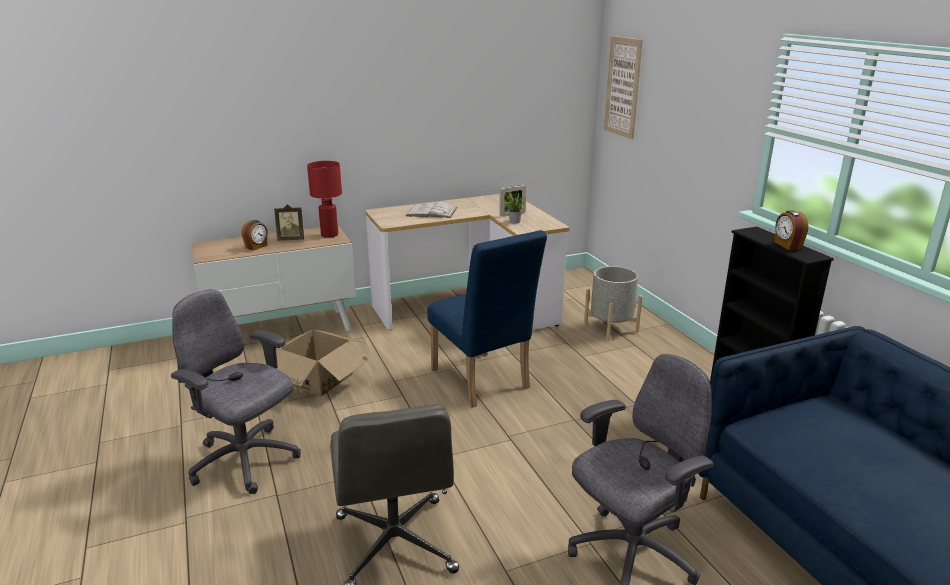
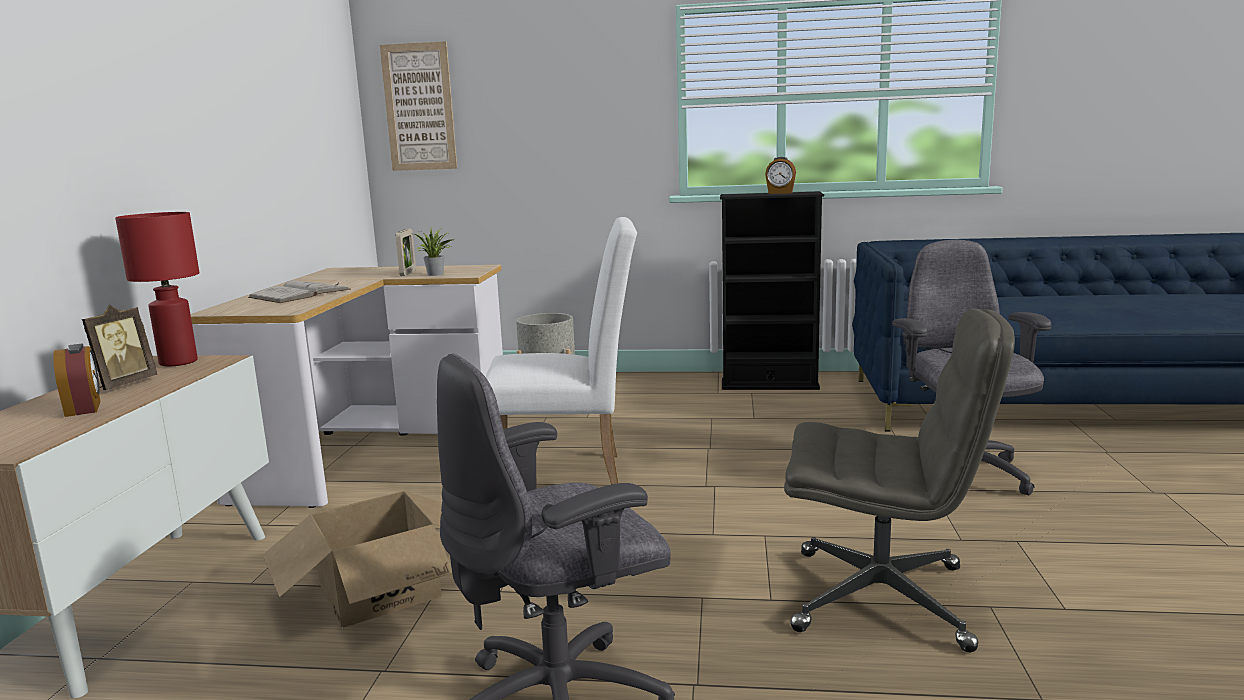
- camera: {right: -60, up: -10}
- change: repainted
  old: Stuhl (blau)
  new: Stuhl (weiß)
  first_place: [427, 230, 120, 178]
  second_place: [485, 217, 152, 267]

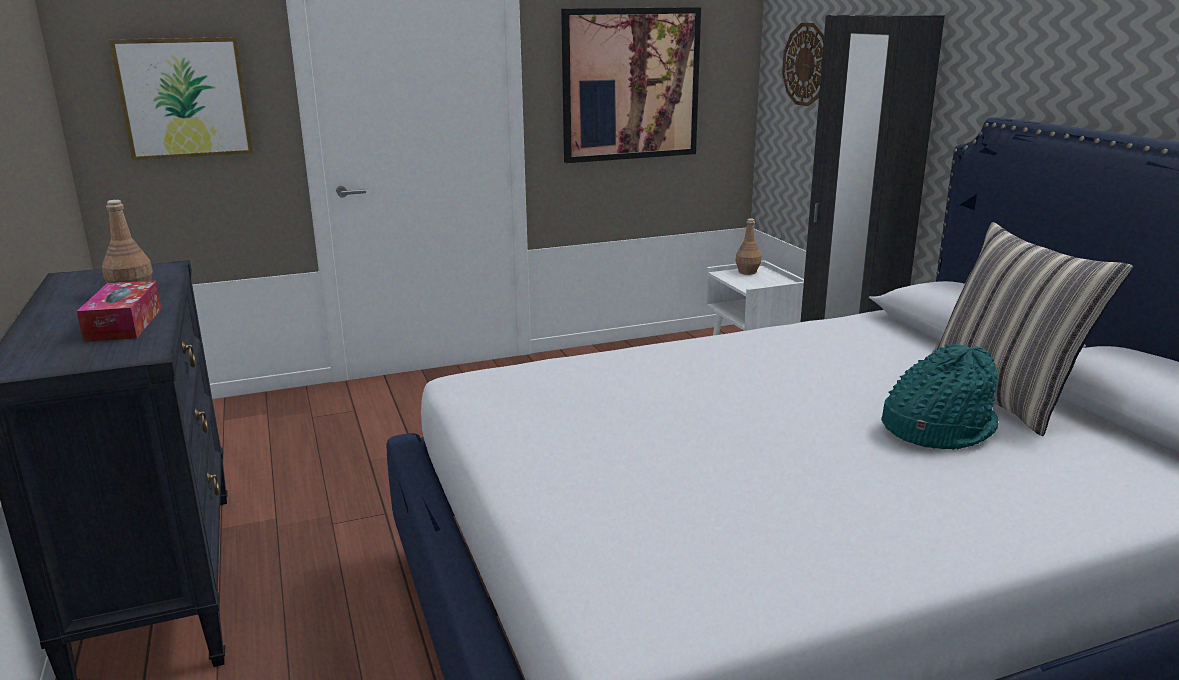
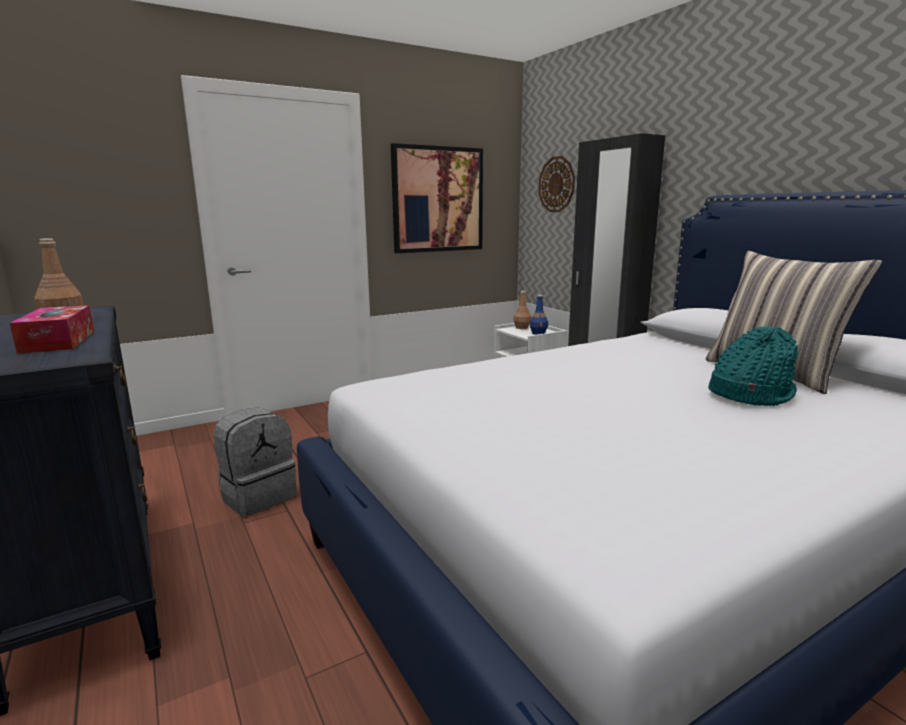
- camera: {right: -10, up: -5}
- change: gone
  old: Bild
  first_place: [109, 37, 144, 123]
- change: new
  new: Rucksack (grau)
  second_place: [213, 407, 84, 110]
- change: new
  new: Flasche (blau)
  second_place: [530, 295, 18, 40]

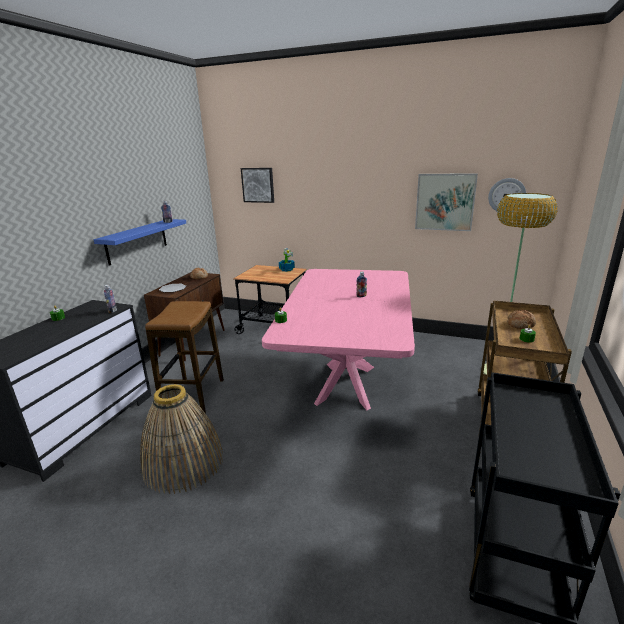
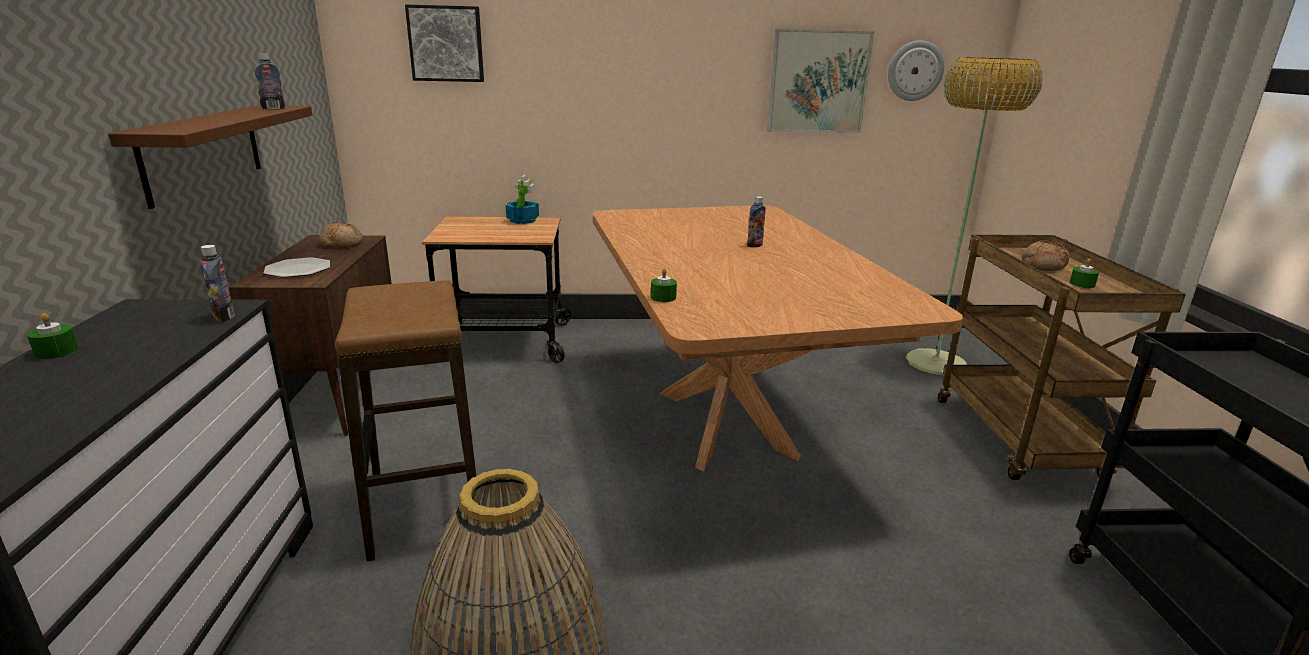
- camera: {right: -25, up: 0}
- change: repainted
  old: Wandregal (blau)
  new: Wandregal (braun)
  first_place: [93, 219, 93, 47]
  second_place: [108, 105, 204, 104]
- change: repainted
  old: Esstisch (rosa)
  new: Esstisch (braun)
  first_place: [262, 269, 153, 141]
  second_place: [593, 205, 370, 266]

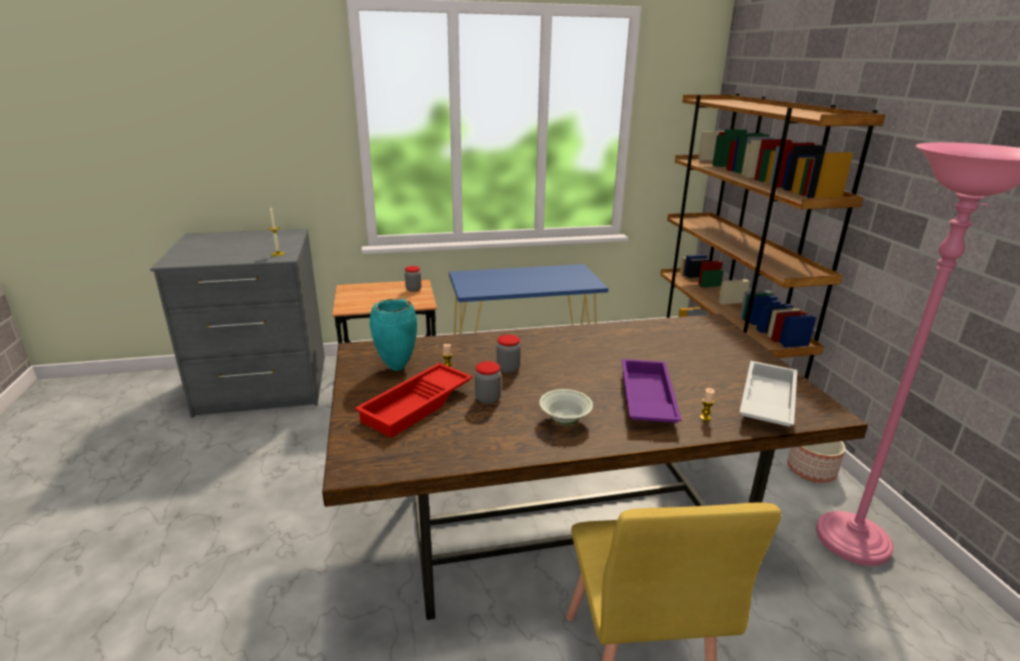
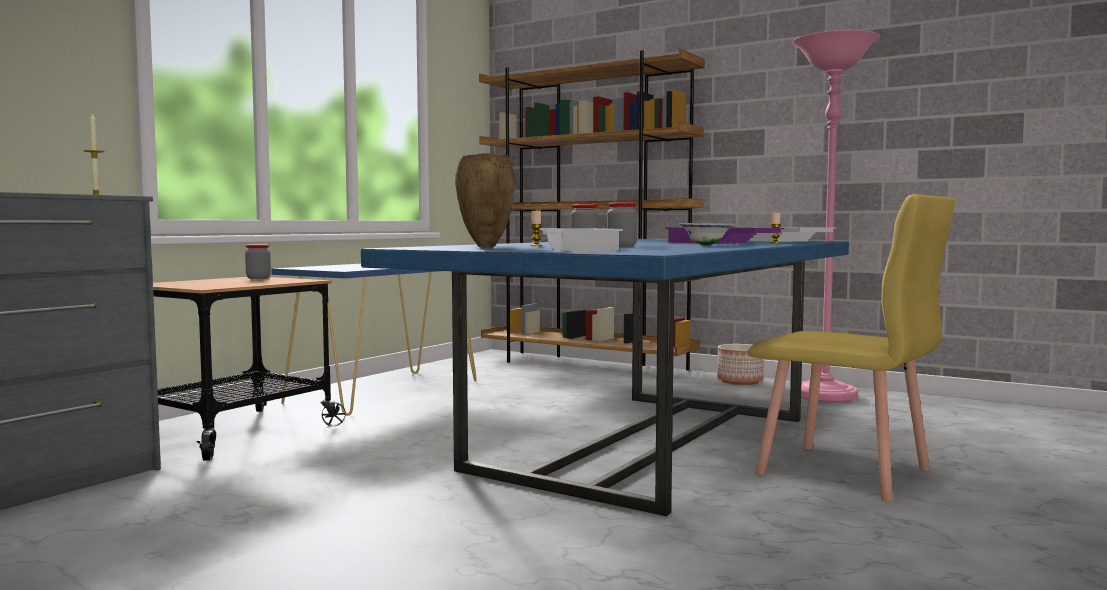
- camera: {right: -45, up: -20}
- change: repainted
  old: Esstisch (braun)
  new: Esstisch (blau)
  first_place: [322, 314, 546, 306]
  second_place: [361, 239, 488, 277]
- change: repainted
  old: Tablett (rot)
  new: Tablett (weiß)
  first_place: [355, 363, 118, 75]
  second_place: [540, 228, 83, 23]
- change: repainted
  old: Vase (türkis)
  new: Vase (braun)
  first_place: [370, 299, 47, 72]
  second_place: [455, 153, 60, 94]

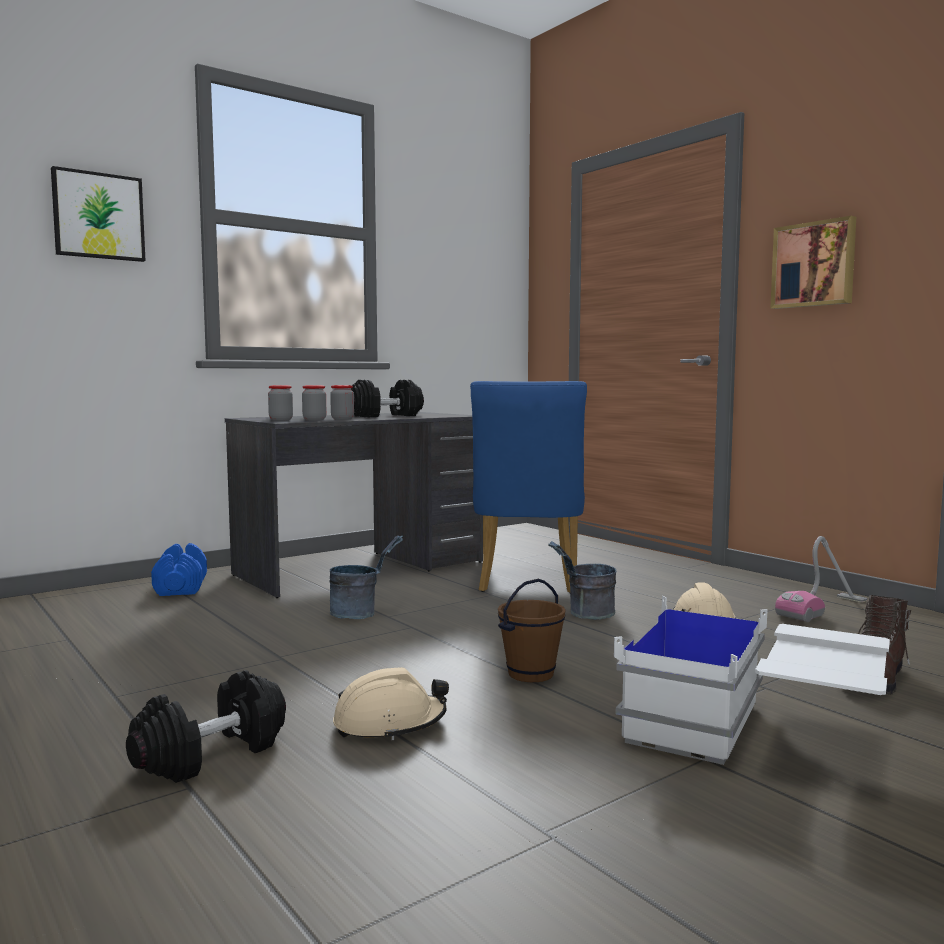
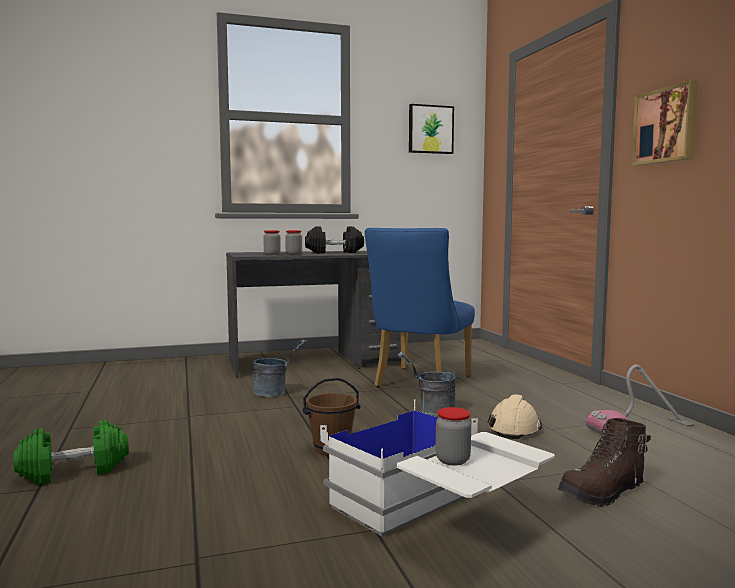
- camera: {right: 20, up: 0}
- change: shifted
  old: Bild
  first_place: [51, 166, 95, 96]
  second_place: [409, 104, 45, 50]
- change: repainted
  old: Hantel (schwarz)
  new: Hantel (grün)
  first_place: [126, 670, 160, 113]
  second_place: [13, 420, 116, 65]
- change: gone
  old: Hantel (blau)
  first_place: [151, 543, 56, 53]
- change: shifted
  old: Vorratsglas
  first_place: [268, 385, 25, 36]
  second_place: [436, 407, 35, 58]
- change: gone
  old: Schutzhelm (beige)
  first_place: [333, 667, 116, 73]

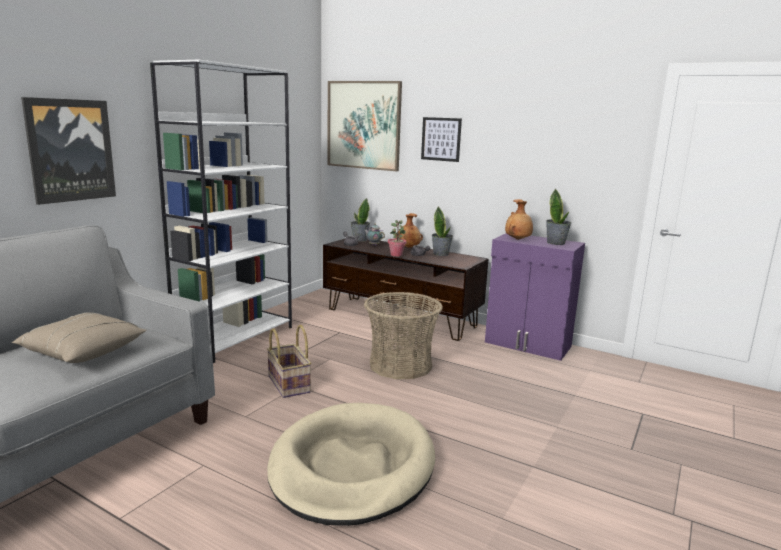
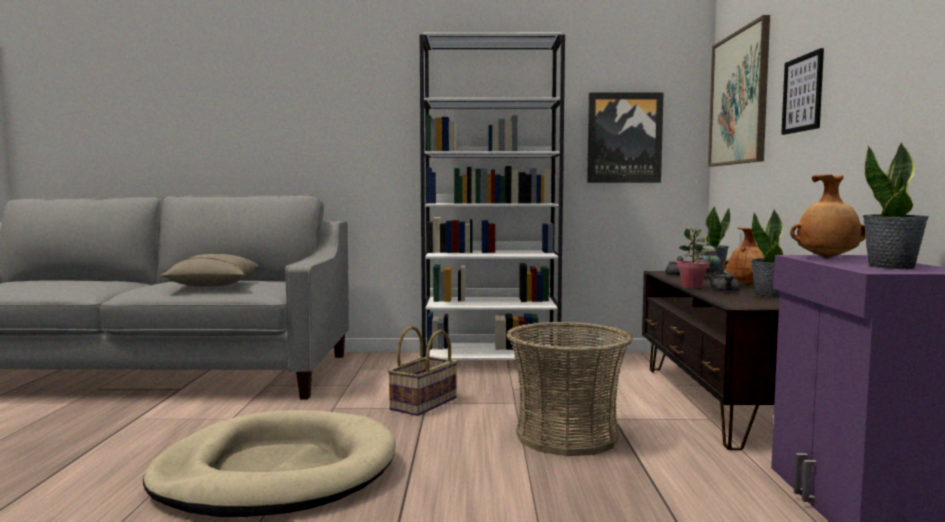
- camera: {right: 60, up: -10}
- change: shifted
  old: Bild
  first_place: [21, 97, 95, 108]
  second_place: [587, 92, 77, 91]

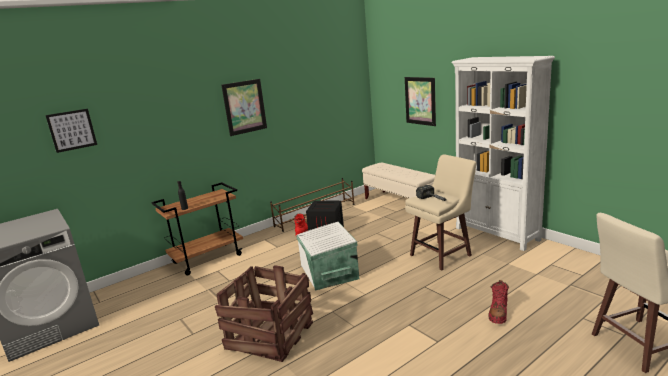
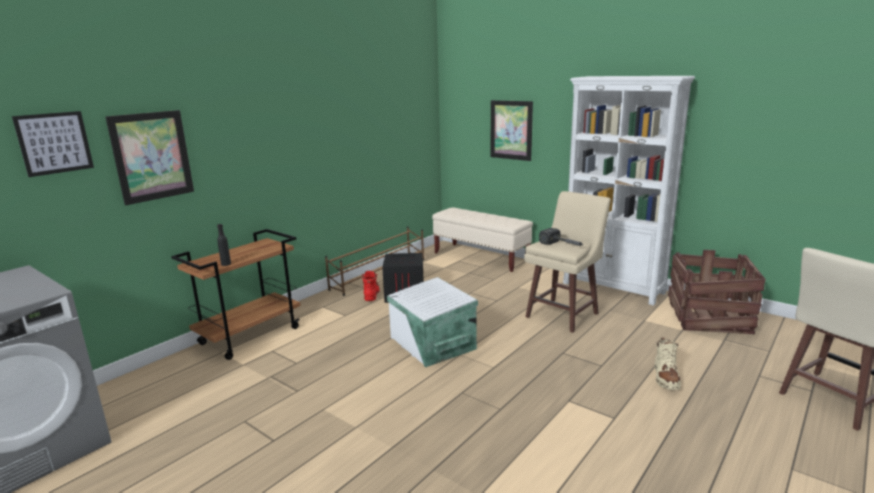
- camera: {right: -15, up: 0}
- change: shifted
  old: Kiste
  first_place: [215, 265, 98, 97]
  second_place: [668, 250, 98, 84]
- change: shifted
  old: Bild
  first_place: [221, 79, 46, 57]
  second_place: [106, 110, 88, 95]
- change: repainted
  old: Stiefel (rot)
  new: Stiefel (beige)
  first_place: [488, 280, 21, 44]
  second_place: [654, 338, 27, 52]

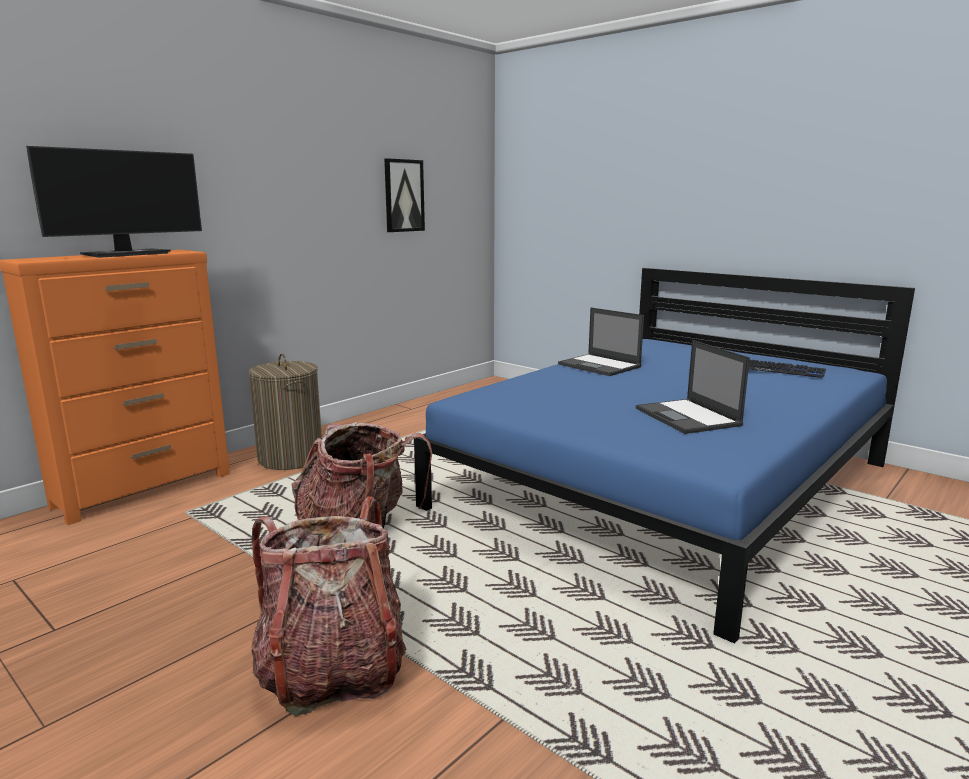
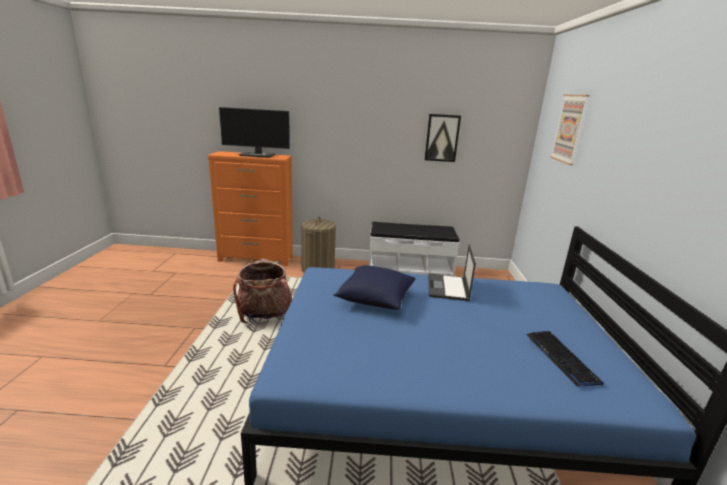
- camera: {right: 50, up: 5}
- change: gone
  old: Rucksack
  first_place: [251, 496, 155, 220]
- change: gone
  old: Laptop
  first_place: [636, 340, 114, 94]
- change: new
  new: Kissen (blau)
  second_place: [333, 265, 82, 45]
- change: new
  new: Bank (weiß)
  second_place: [369, 222, 91, 54]
- change: new
  new: Bild
  second_place: [550, 95, 40, 70]

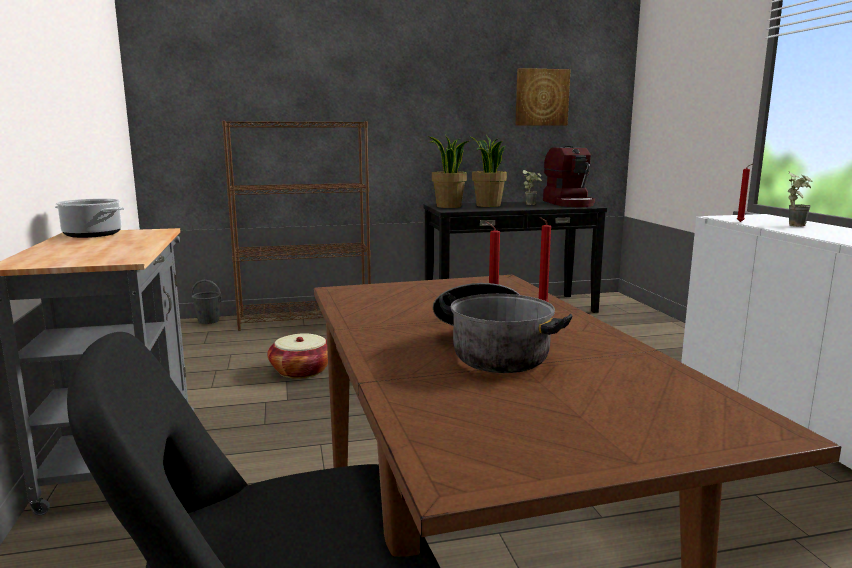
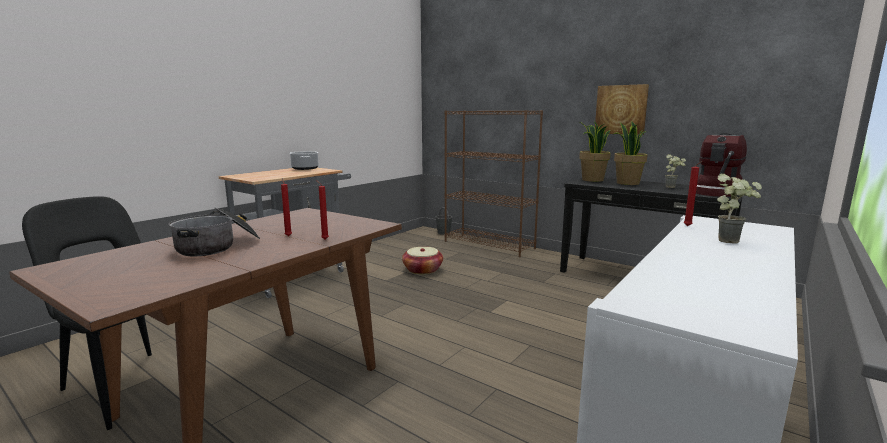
- camera: {right: 50, up: 0}
- change: shifted
  old: Bild
  first_place: [515, 68, 56, 57]
  second_place: [595, 84, 54, 51]

